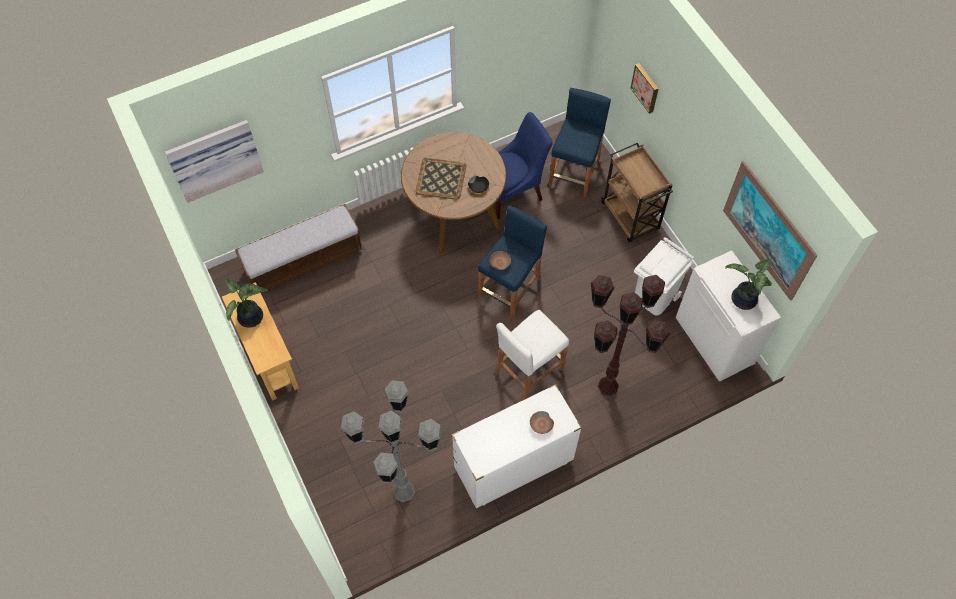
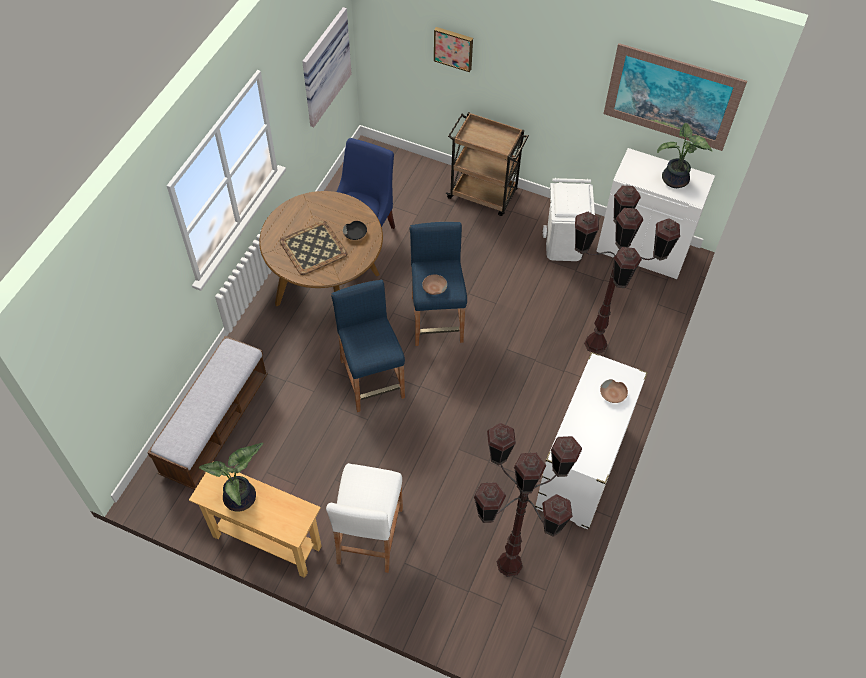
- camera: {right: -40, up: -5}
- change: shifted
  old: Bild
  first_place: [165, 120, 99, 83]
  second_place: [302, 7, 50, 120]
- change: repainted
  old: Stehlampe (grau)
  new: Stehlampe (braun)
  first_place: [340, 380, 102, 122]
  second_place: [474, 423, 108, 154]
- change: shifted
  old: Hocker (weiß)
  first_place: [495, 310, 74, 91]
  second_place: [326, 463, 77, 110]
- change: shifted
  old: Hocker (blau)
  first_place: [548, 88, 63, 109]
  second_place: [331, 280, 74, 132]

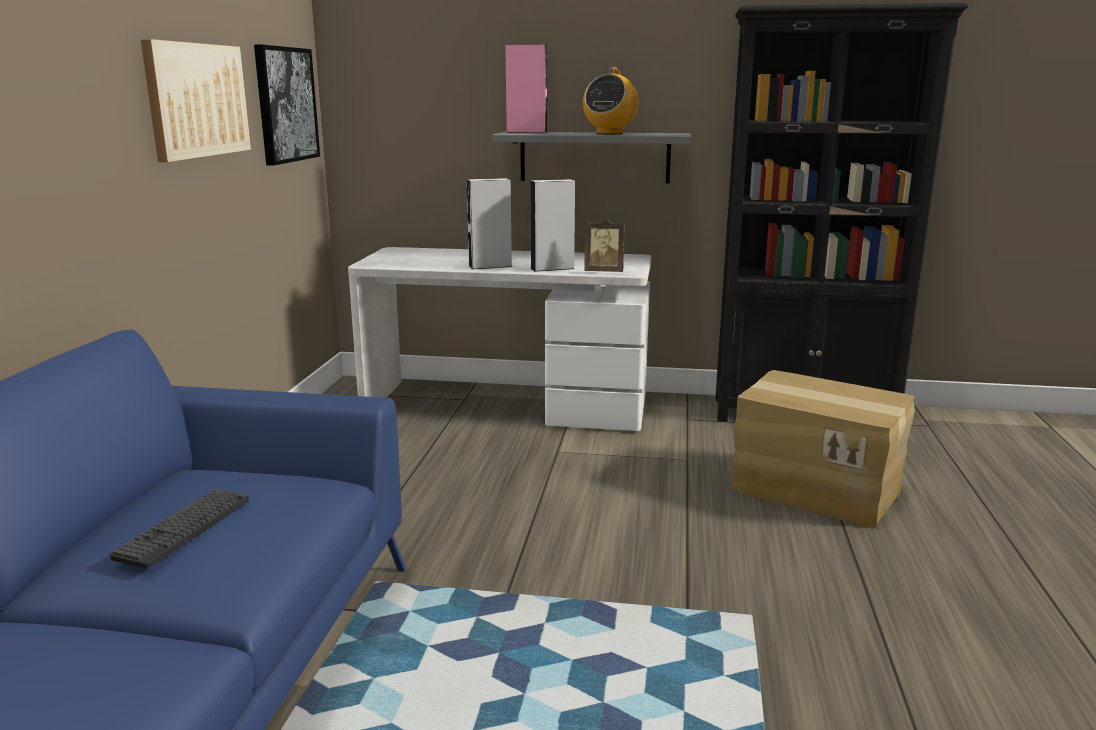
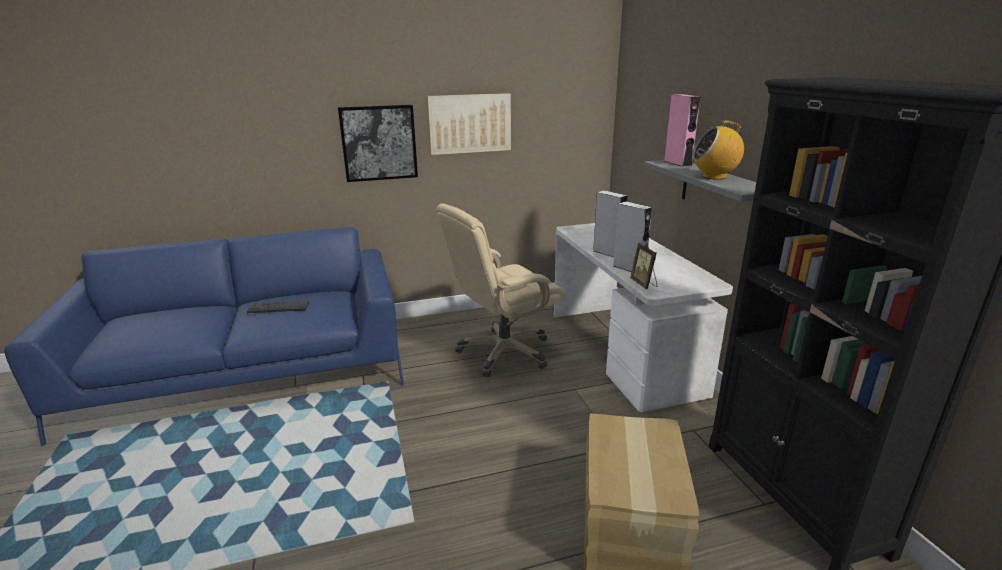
- camera: {right: 65, up: 5}
- change: shifted
  old: Bild
  first_place: [254, 45, 66, 120]
  second_place: [338, 105, 80, 77]
- change: new
  new: Bürostuhl (beige)
  second_place: [436, 203, 131, 174]

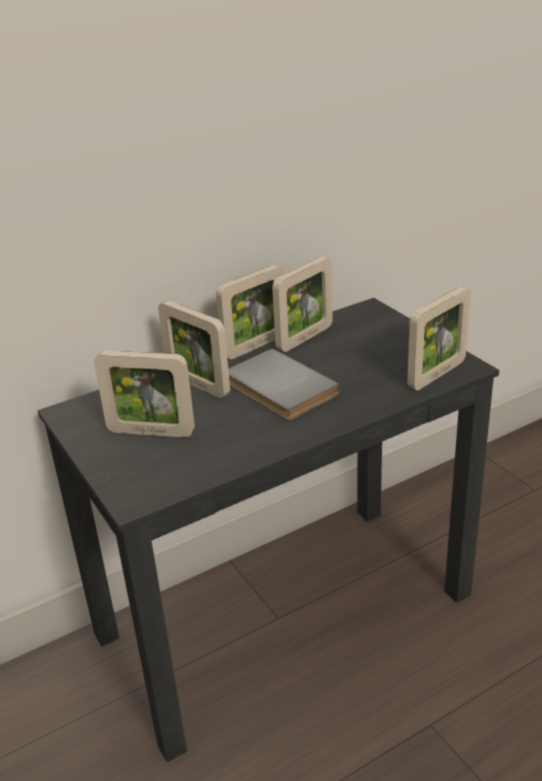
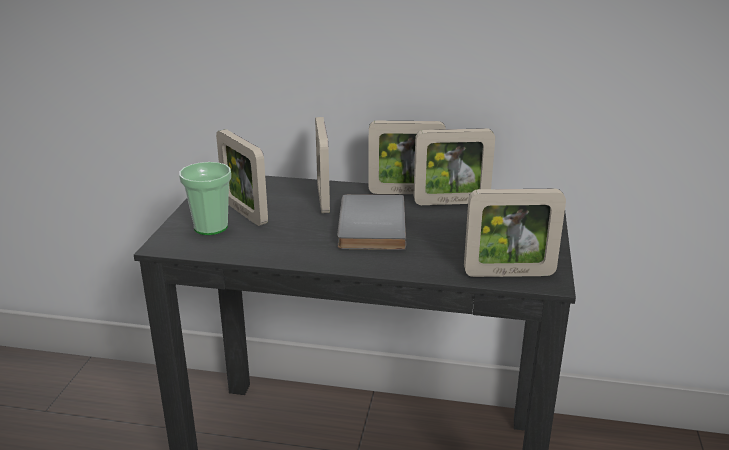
- camera: {right: 40, up: -5}
- change: new
  new: Tasse
  second_place: [179, 162, 52, 73]

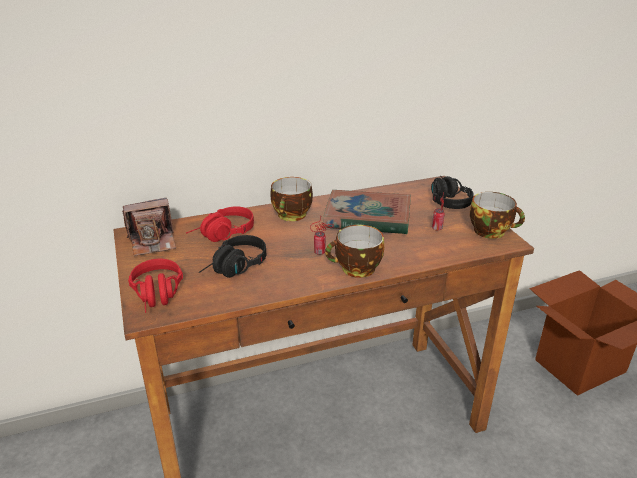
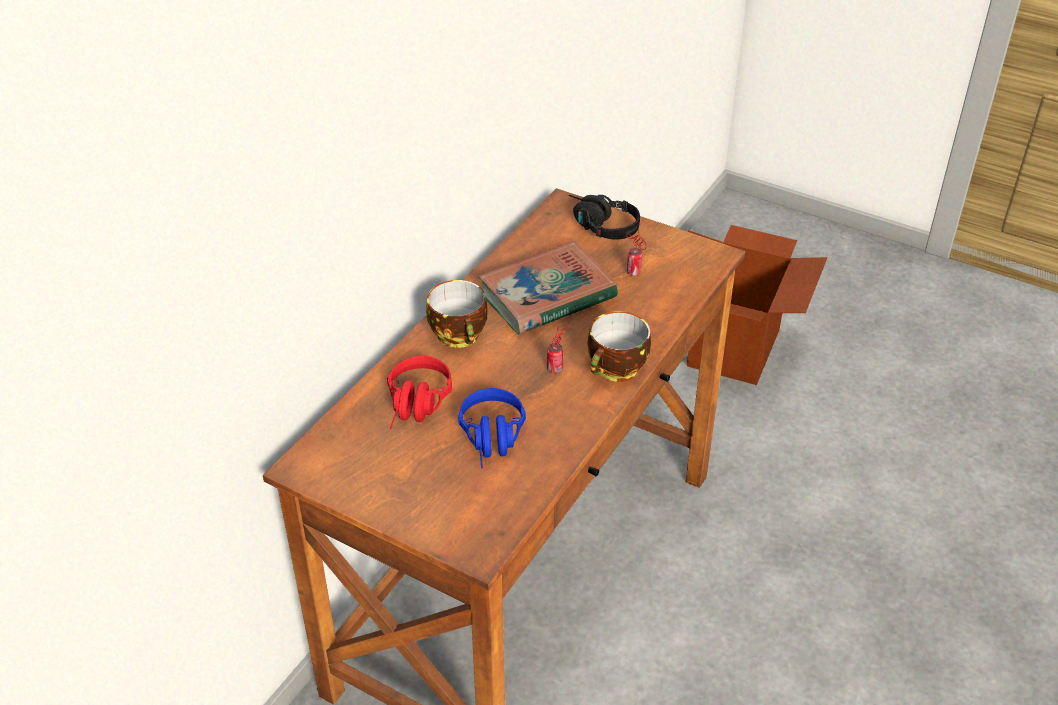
- camera: {right: -40, up: 10}
- change: gone
  old: Kamera
  first_place: [122, 198, 54, 58]
- change: gone
  old: Kopfhörer (rot)
  first_place: [128, 259, 55, 54]
- change: repainted
  old: Kopfhörer (schwarz)
  new: Kopfhörer (blau)
  first_place: [199, 235, 67, 43]
  second_place: [458, 388, 68, 81]
- change: gone
  old: Tasse
  first_place: [470, 192, 55, 47]

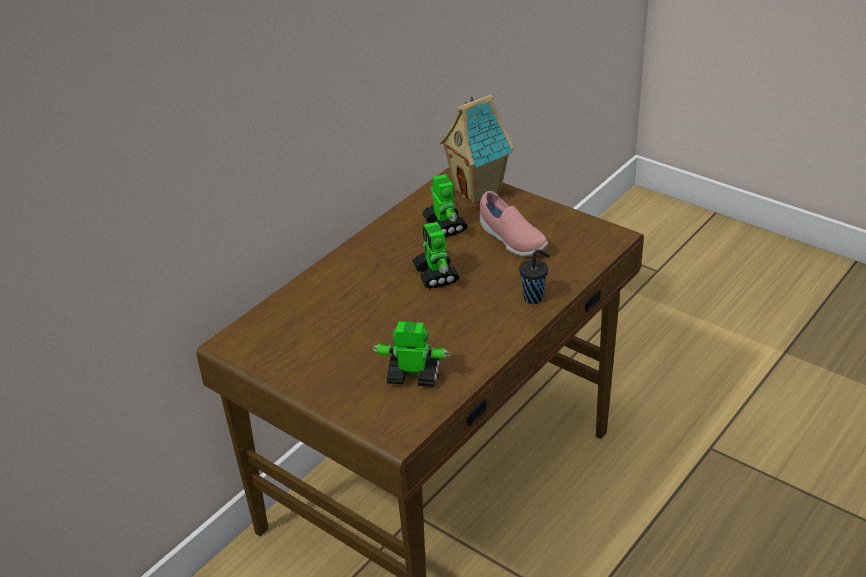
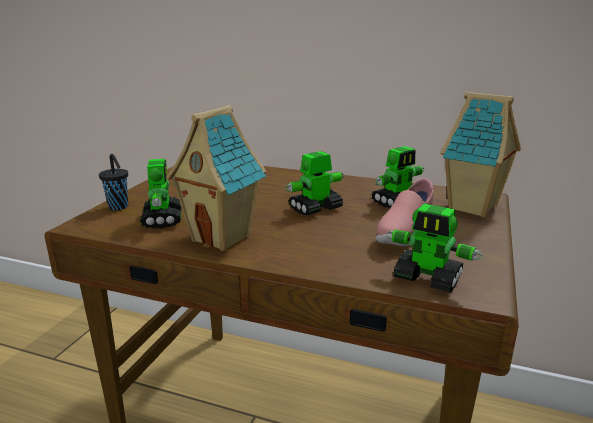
- camera: {right: 70, up: -15}
- change: shifted
  old: Tasse (schwarz)
  first_place: [519, 249, 31, 55]
  second_place: [99, 154, 29, 56]
- change: new
  new: Spielzeughaus
  second_place: [166, 105, 101, 146]
- change: new
  new: Spielzeugroboter
  second_place: [387, 204, 96, 89]

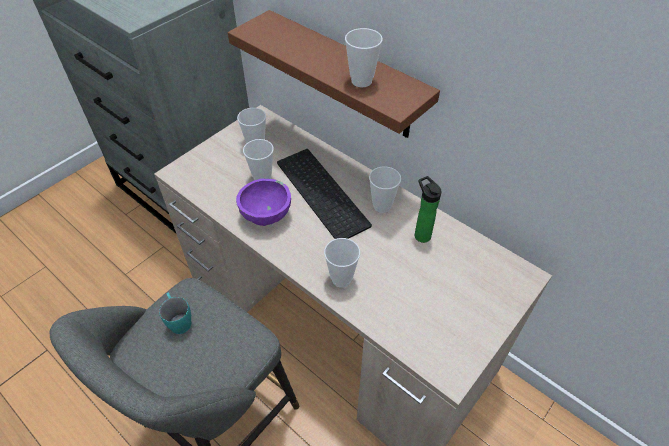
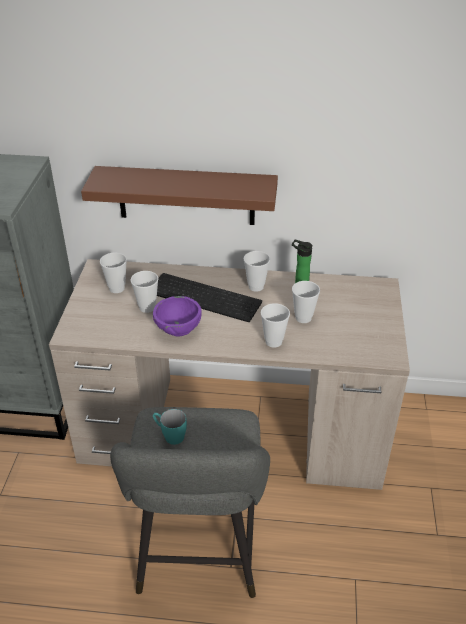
- camera: {right: -35, up: -10}
- change: shifted
  old: Tasse
  first_place: [345, 28, 38, 59]
  second_place: [292, 281, 28, 42]

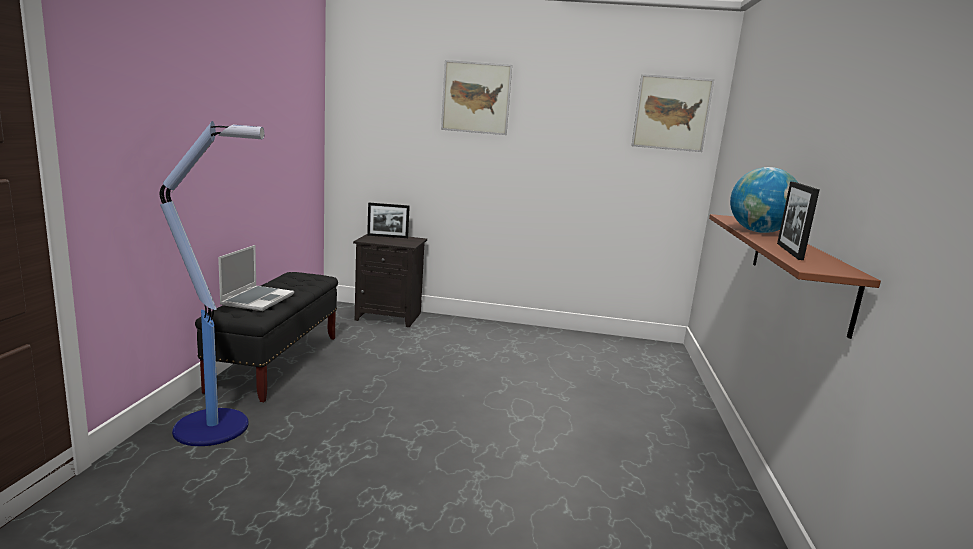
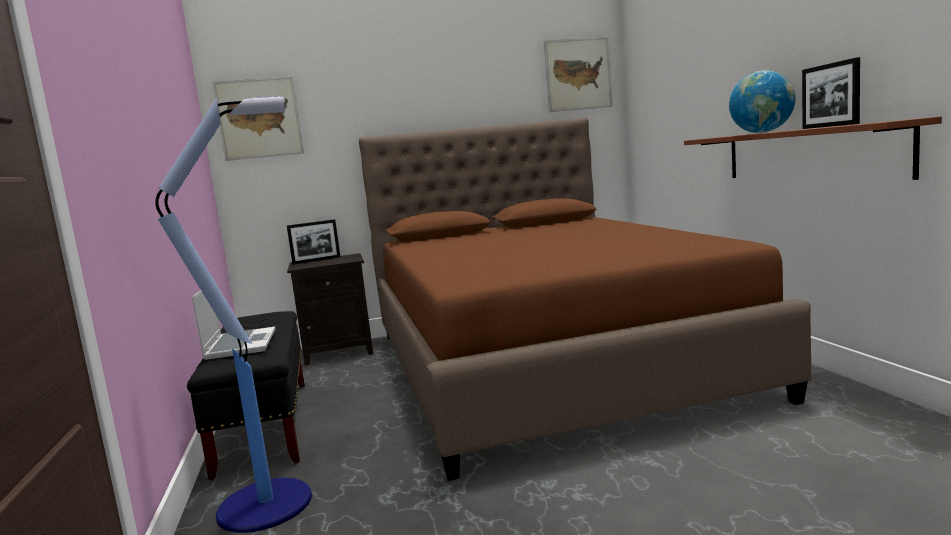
- camera: {right: -20, up: -5}
- change: shifted
  old: Bild
  first_place: [441, 60, 71, 75]
  second_place: [212, 76, 92, 85]
- change: new
  new: Bett (braun)
  second_place: [359, 118, 452, 363]

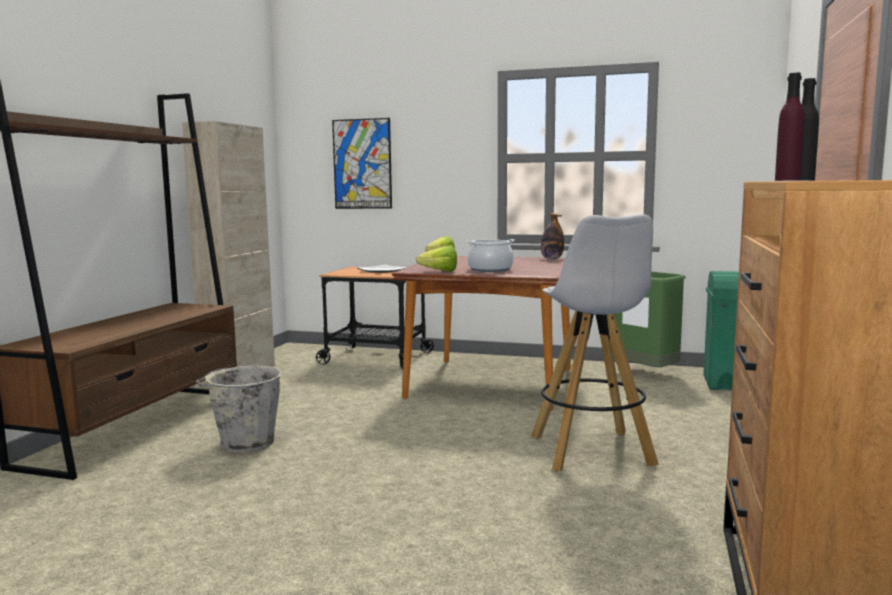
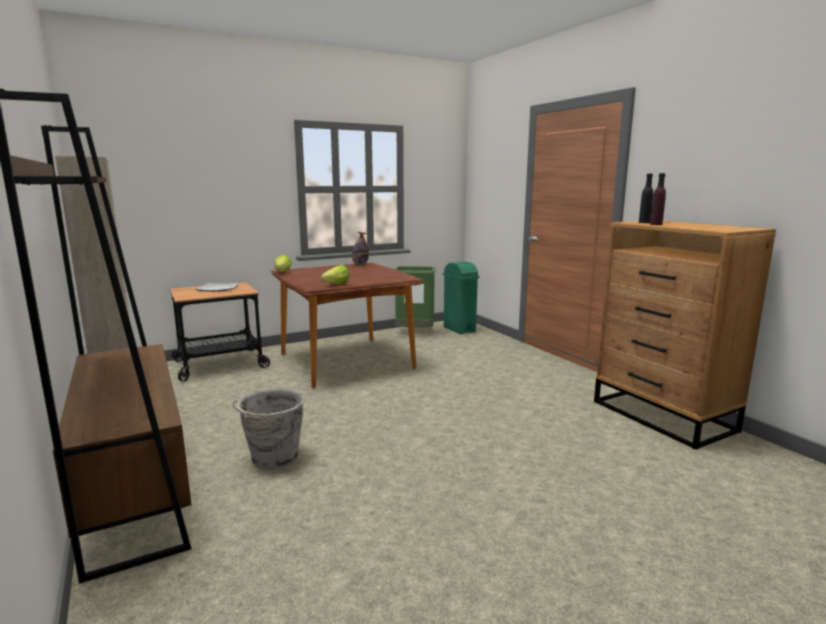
- camera: {right: -45, up: 5}
- change: gone
  old: Bild
  first_place: [332, 118, 60, 91]
- change: gone
  old: Kochtopf
  first_place: [466, 239, 49, 33]
- change: gone
  old: Hocker (weiß)
  first_place: [531, 214, 128, 257]

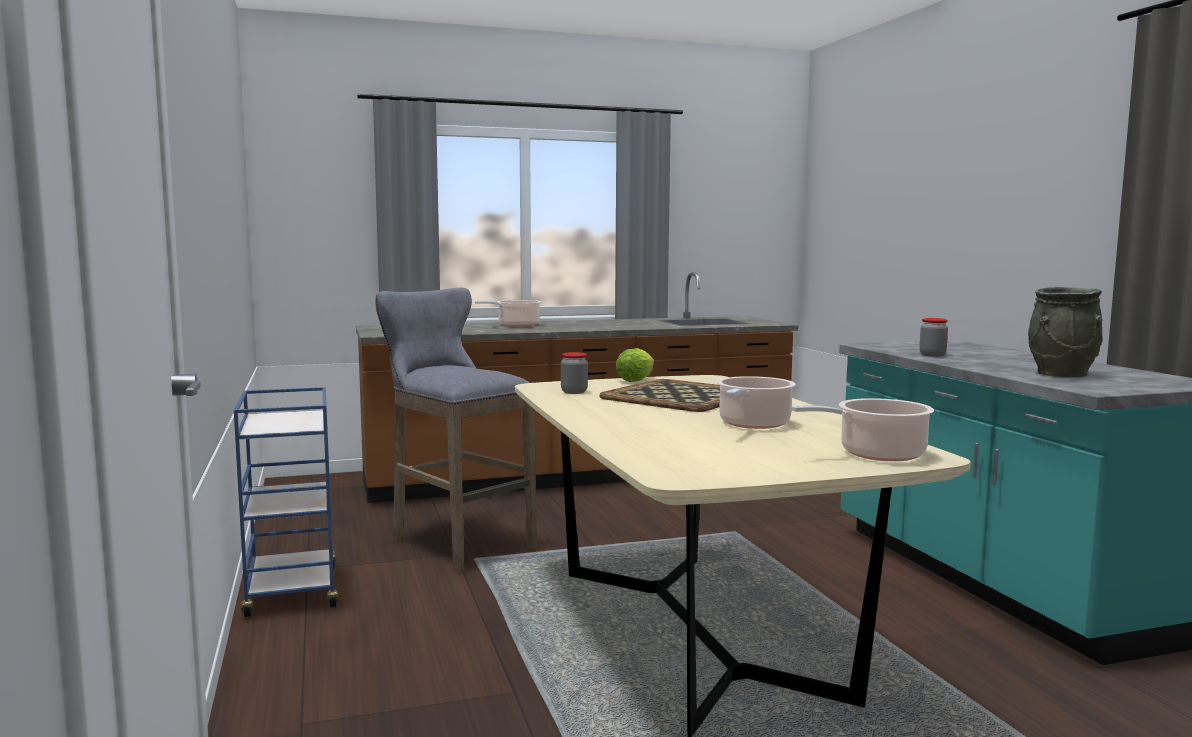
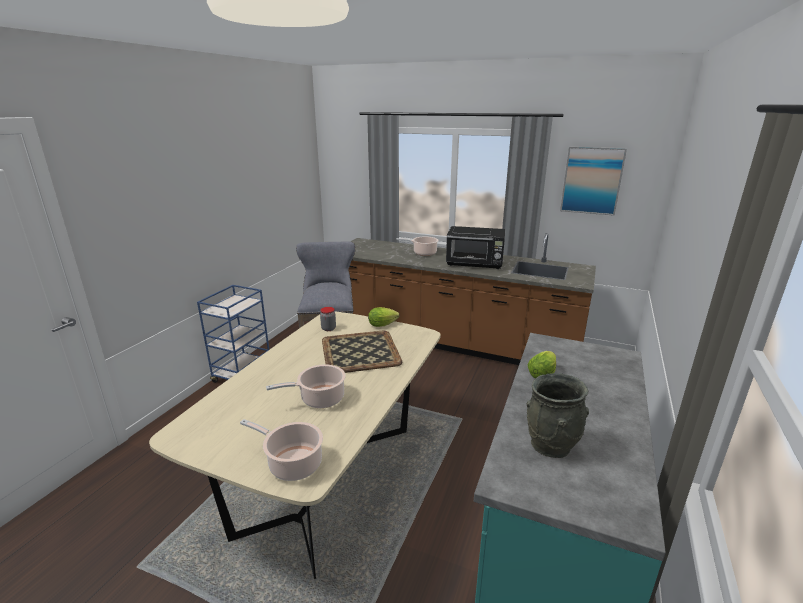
- camera: {right: 40, up: 15}
- change: swapped
  old: Vorratsglas
  new: Salatkopf
  first_place: [920, 318, 28, 39]
  second_place: [528, 351, 28, 28]
- change: new
  new: Mikrowelle (schwarz)
  second_place: [446, 226, 59, 43]
- change: new
  new: Bild
  second_place: [560, 146, 67, 70]

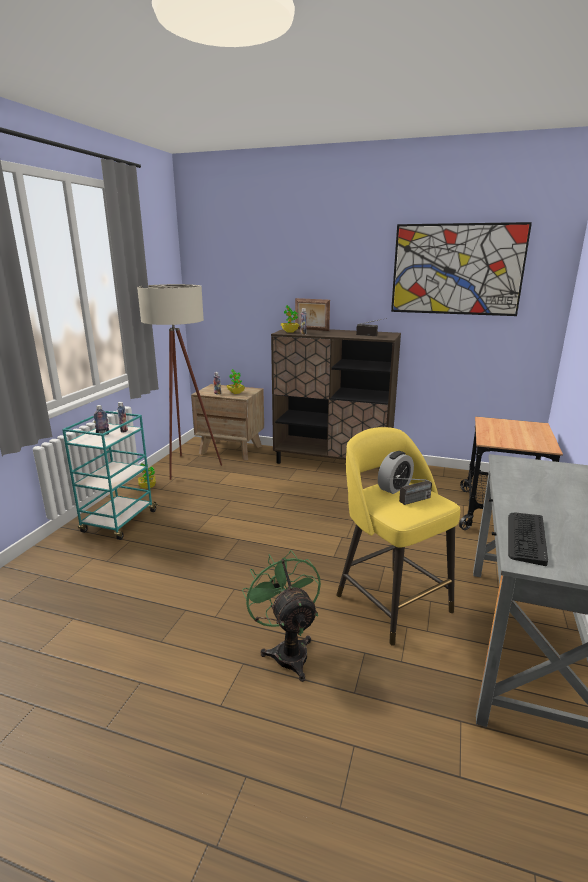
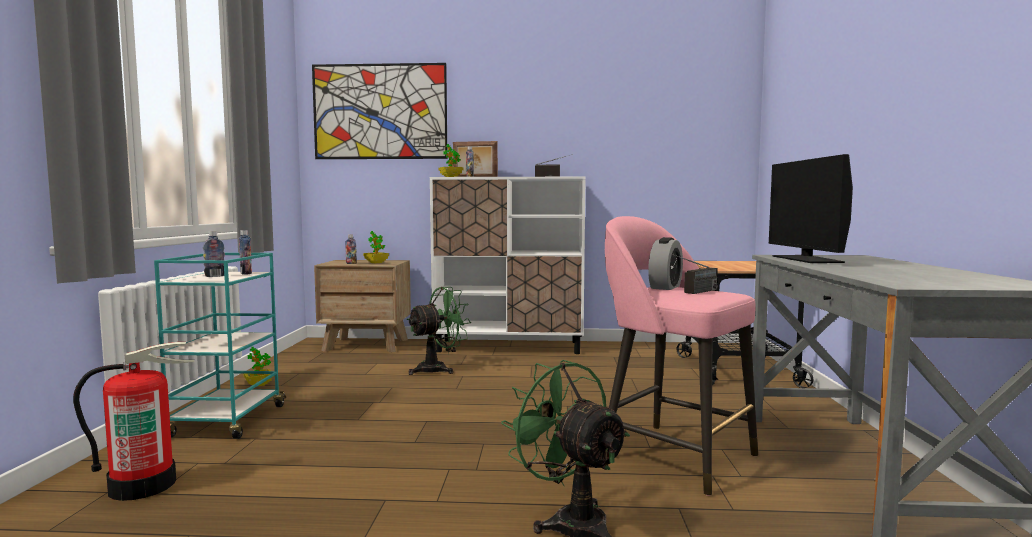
- camera: {right: -15, up: -15}
- change: gone
  old: Stehlampe (beige)
  first_place: [137, 284, 85, 196]
- change: repainted
  old: Schrank (braun)
  new: Schrank (weiß)
  first_place: [271, 329, 130, 139]
  second_place: [430, 177, 156, 177]
- change: repainted
  old: Hocker (gelb)
  new: Hocker (rosa)
  first_place: [336, 427, 124, 219]
  second_place: [605, 216, 153, 280]
- change: shifted
  old: Bild
  first_place: [391, 222, 141, 94]
  second_place: [312, 63, 136, 96]
- change: gone
  old: Tastatur
  first_place: [508, 513, 40, 53]
- change: new
  new: Feuerlöscher
  second_place: [73, 342, 122, 159]
- change: new
  new: Ventilator (grün)
  second_place: [407, 287, 64, 88]
- change: new
  new: Monitor
  second_place: [769, 154, 84, 109]

